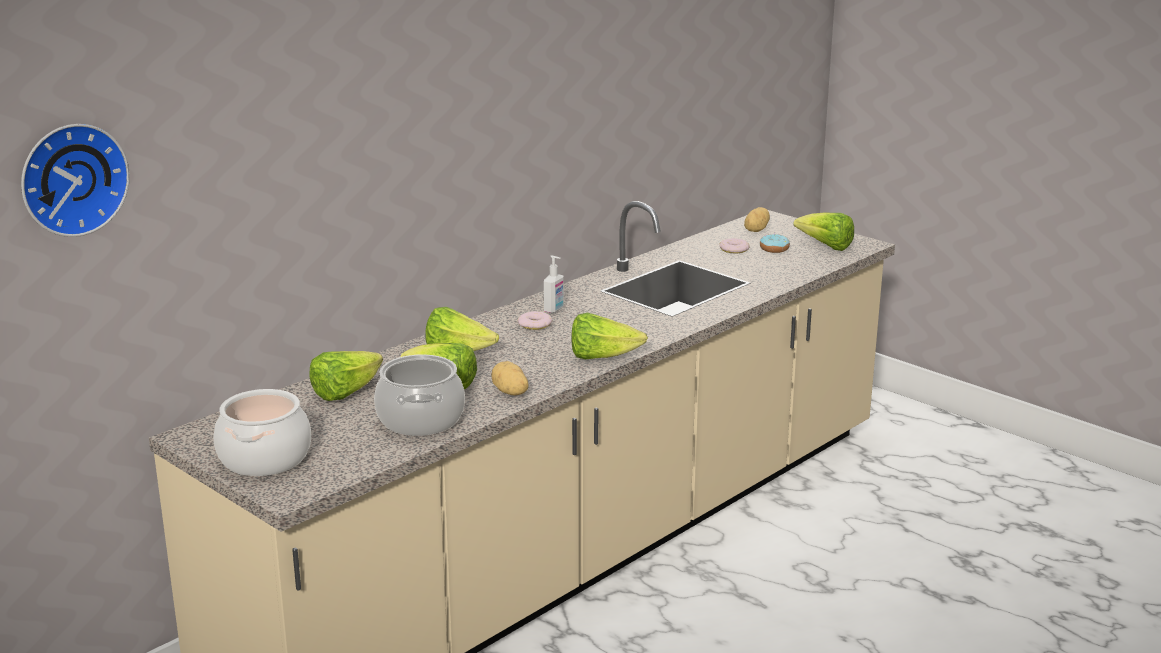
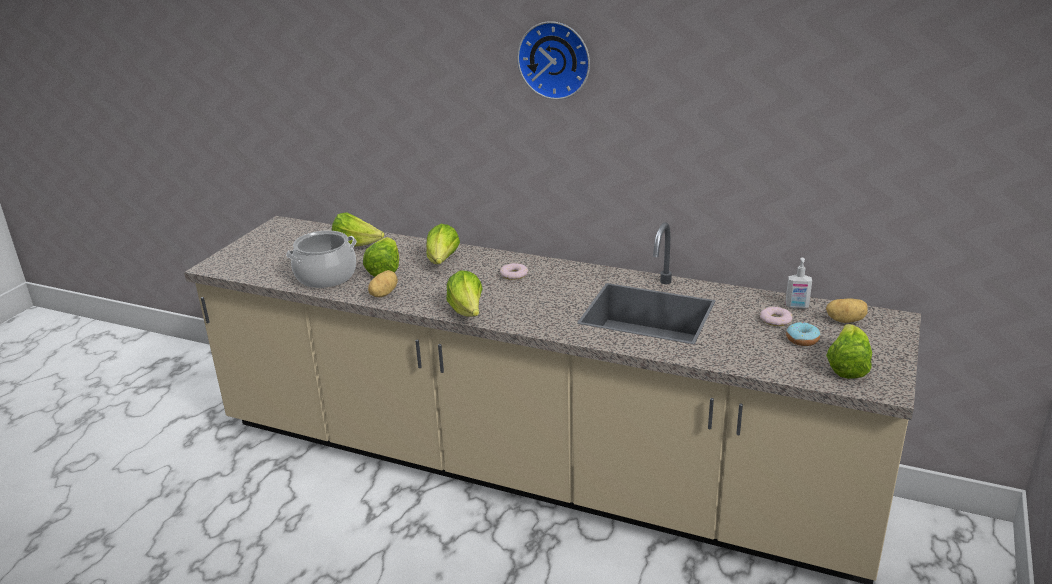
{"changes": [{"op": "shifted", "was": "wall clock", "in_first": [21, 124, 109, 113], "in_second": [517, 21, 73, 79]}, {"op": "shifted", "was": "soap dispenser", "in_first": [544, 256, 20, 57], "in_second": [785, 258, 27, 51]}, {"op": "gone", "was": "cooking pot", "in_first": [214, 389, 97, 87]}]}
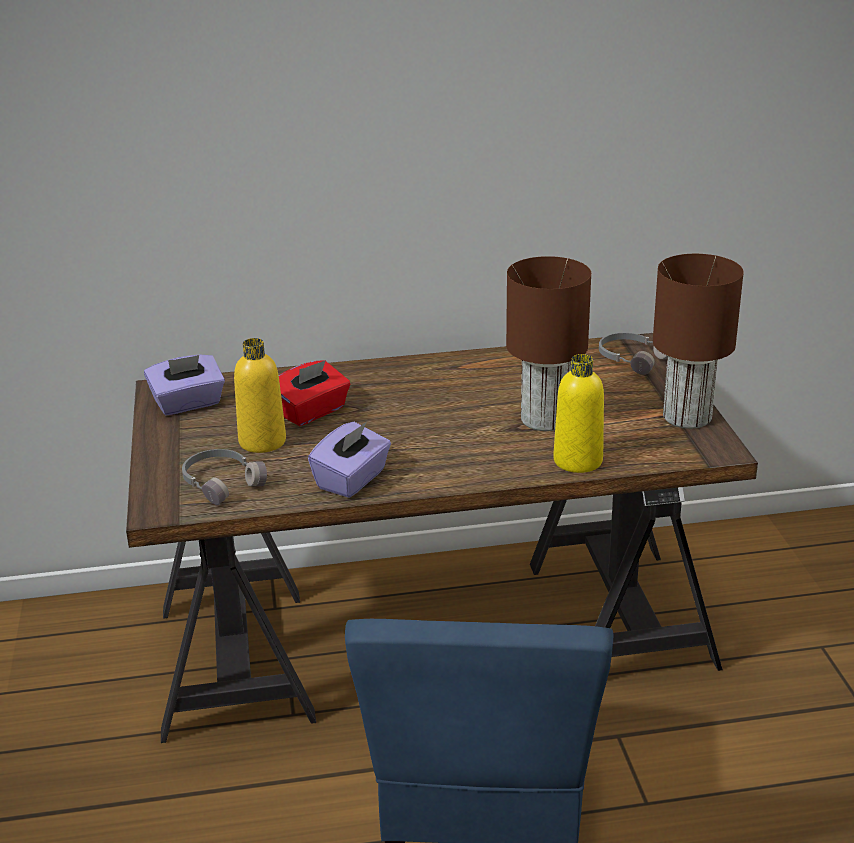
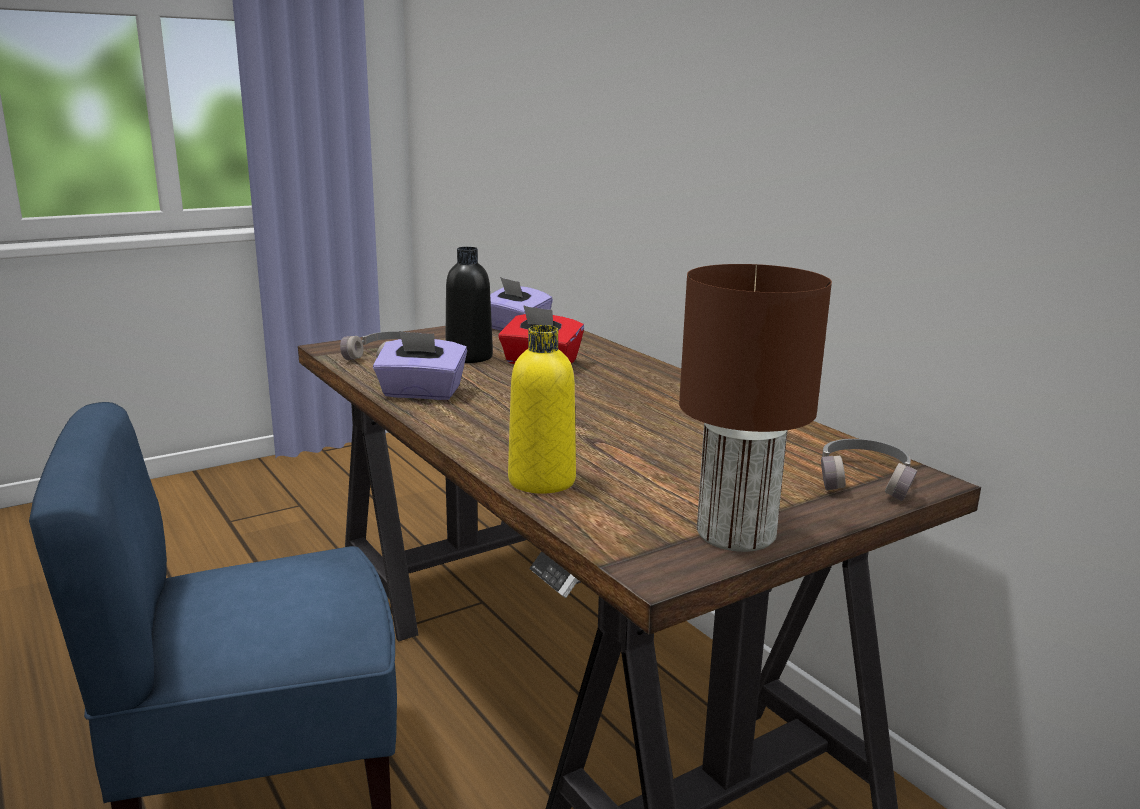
{"changes": [{"op": "gone", "was": "table lamp/brown", "in_first": [506, 256, 85, 175]}, {"op": "repainted", "was": "bottle/yellow", "now": "bottle/black", "in_first": [234, 338, 52, 115], "in_second": [445, 247, 48, 116]}]}
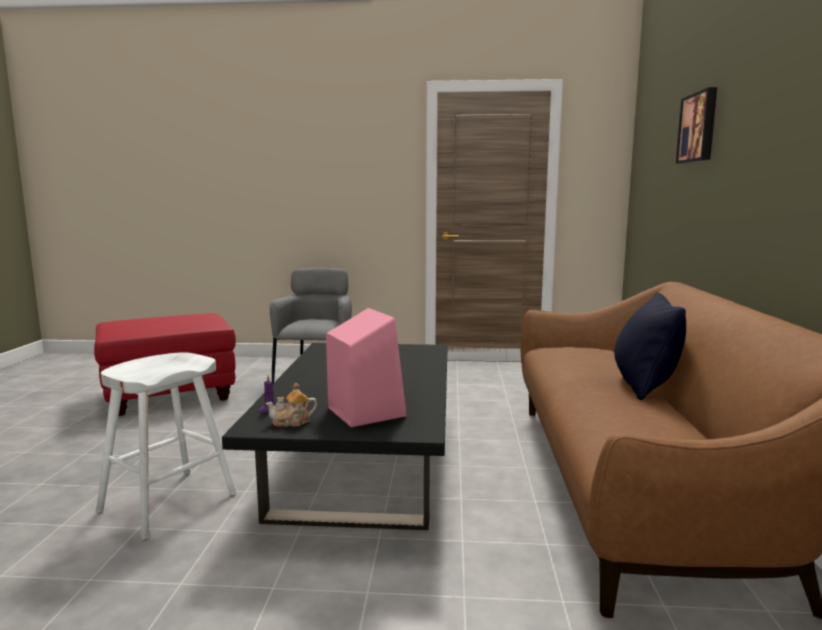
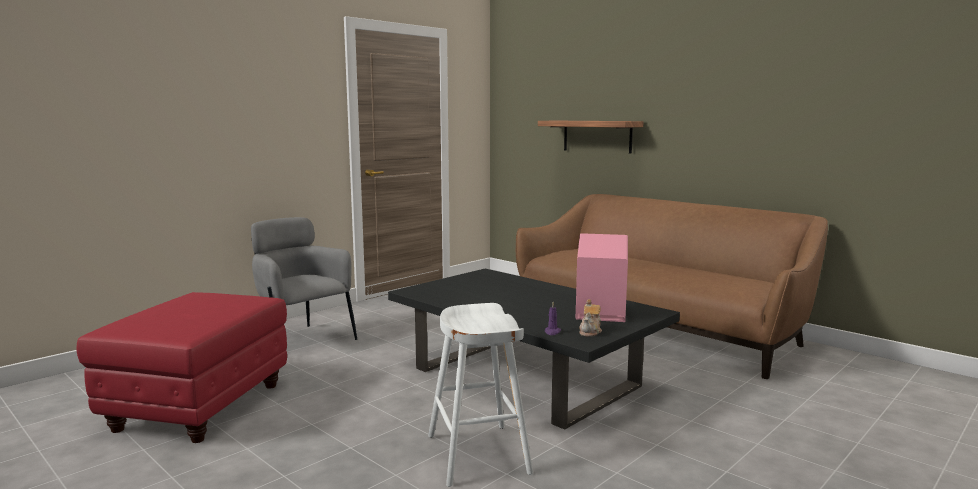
{"changes": [{"op": "gone", "was": "picture", "in_first": [676, 87, 41, 77]}, {"op": "gone", "was": "pillow/black", "in_first": [614, 292, 72, 108]}, {"op": "new", "now": "shelf", "in_second": [538, 121, 105, 32]}]}
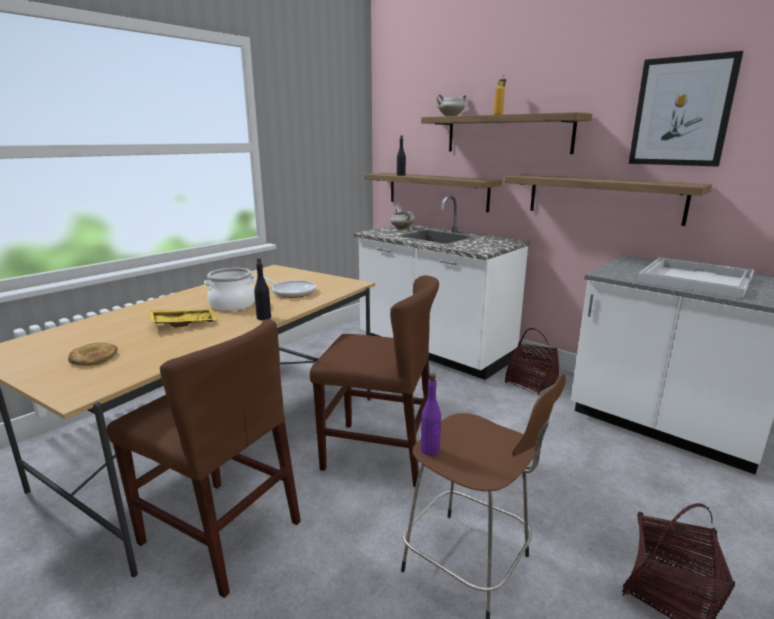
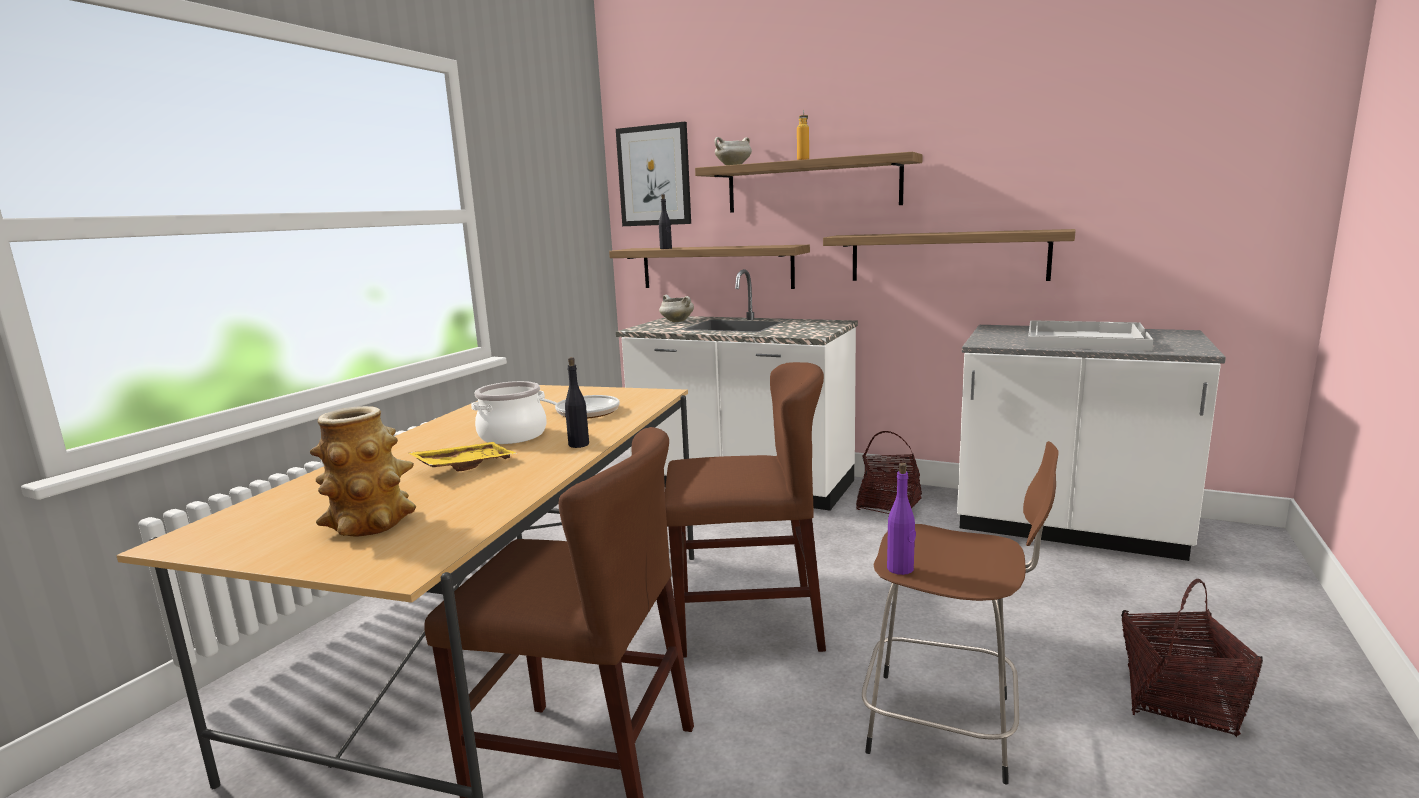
{"changes": [{"op": "shifted", "was": "picture", "in_first": [629, 51, 114, 116], "in_second": [616, 122, 75, 104]}, {"op": "swapped", "was": "bread", "now": "vase", "in_first": [68, 343, 50, 23], "in_second": [310, 406, 106, 130]}]}
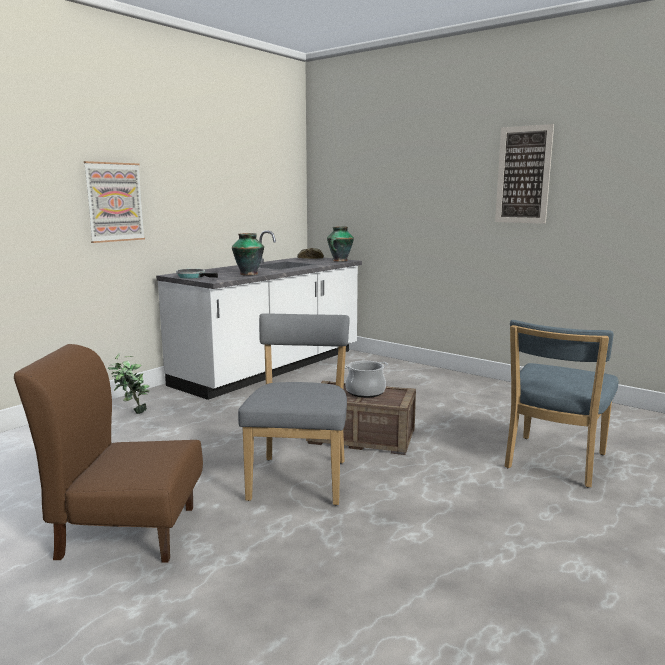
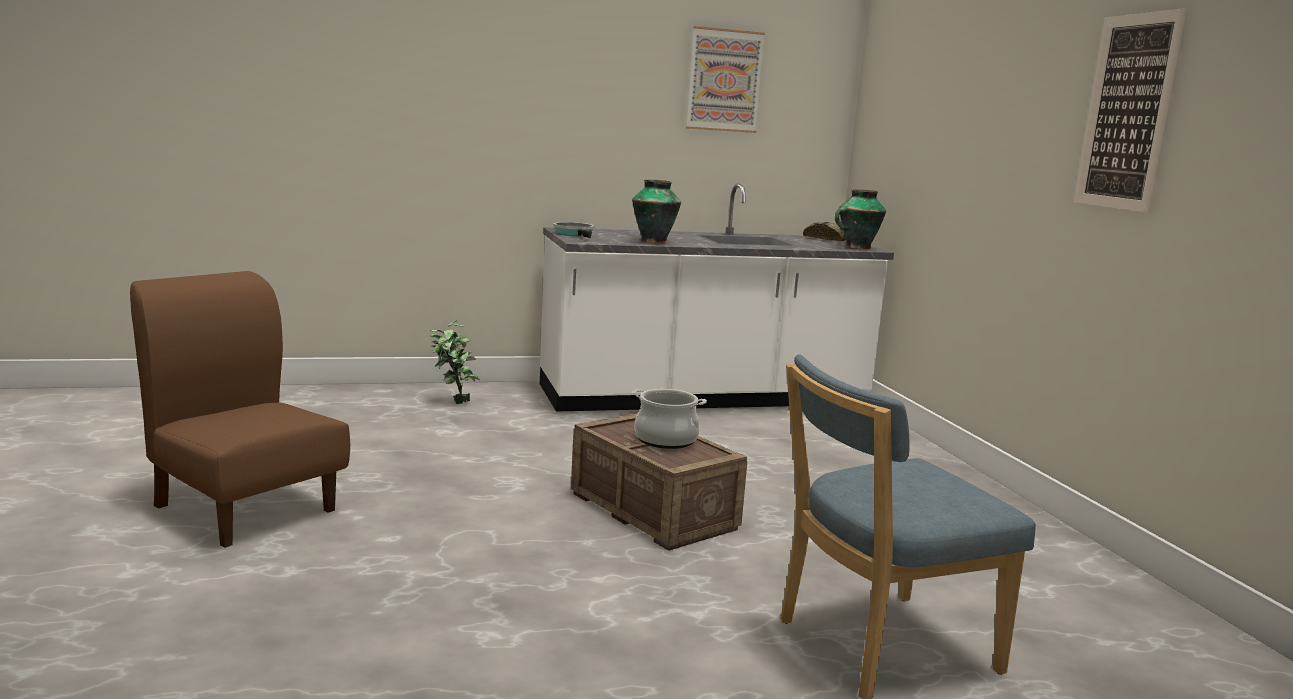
{"changes": [{"op": "shifted", "was": "picture", "in_first": [84, 161, 61, 82], "in_second": [686, 26, 79, 107]}, {"op": "gone", "was": "chair/grey", "in_first": [238, 313, 112, 192]}]}
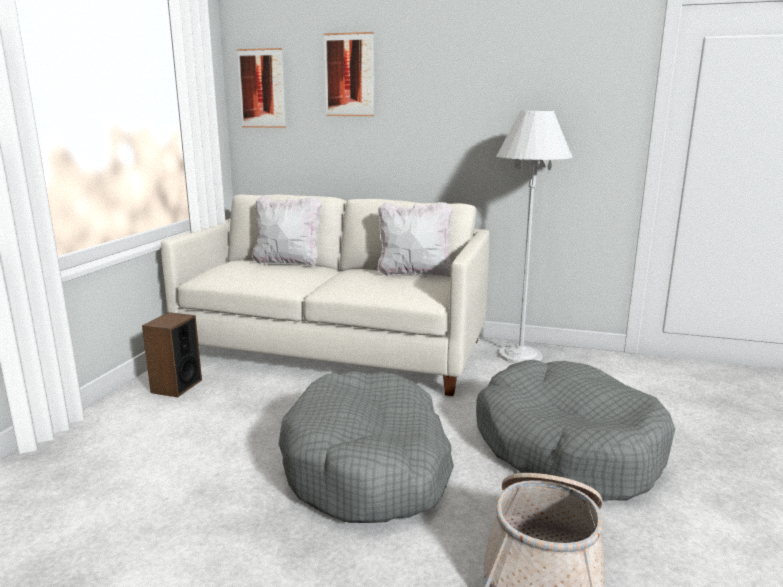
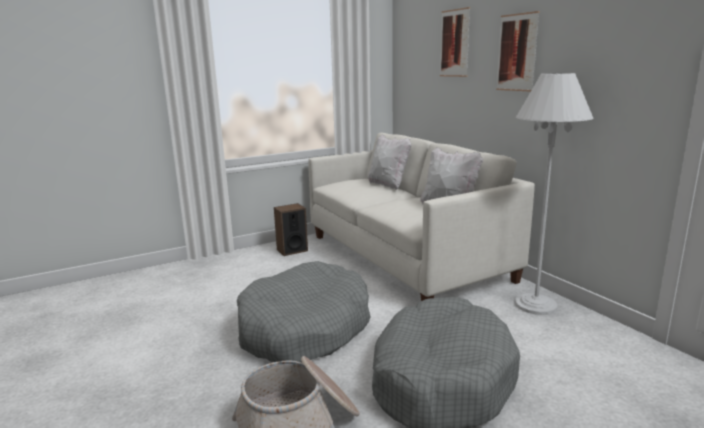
{"changes": [{"op": "shifted", "was": "picture", "in_first": [237, 48, 49, 80], "in_second": [496, 11, 44, 81]}]}
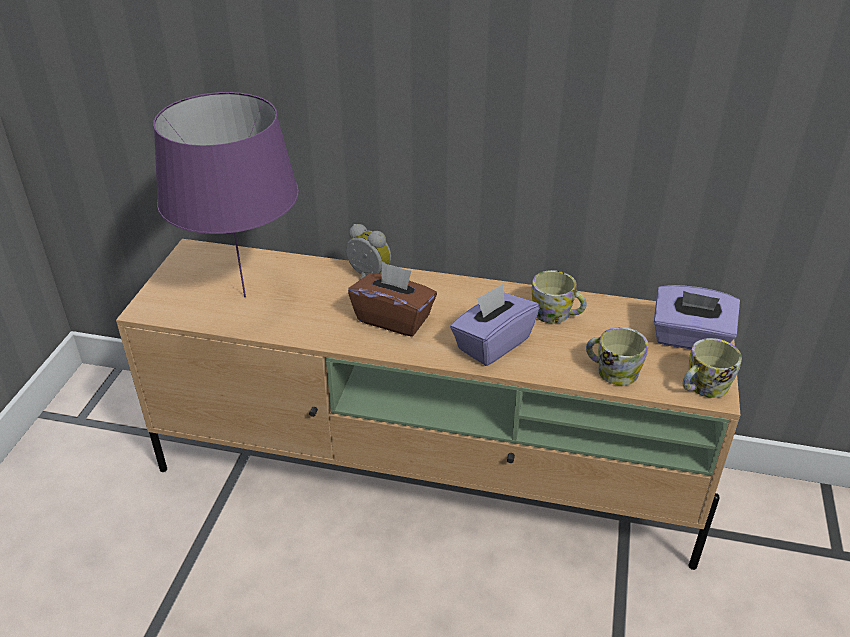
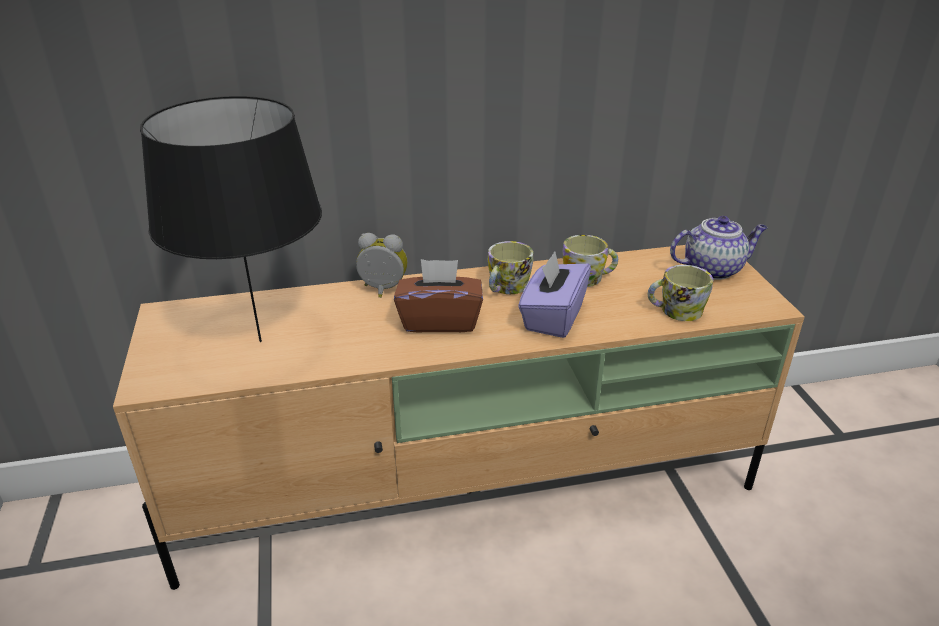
{"changes": [{"op": "repainted", "was": "table lamp/purple", "now": "table lamp/black", "in_first": [153, 92, 146, 205], "in_second": [140, 96, 182, 246]}, {"op": "swapped", "was": "tissue box/purple", "now": "teapot", "in_first": [654, 285, 86, 64], "in_second": [670, 216, 98, 64]}, {"op": "shifted", "was": "mug", "in_first": [683, 338, 59, 60], "in_second": [488, 241, 45, 53]}]}
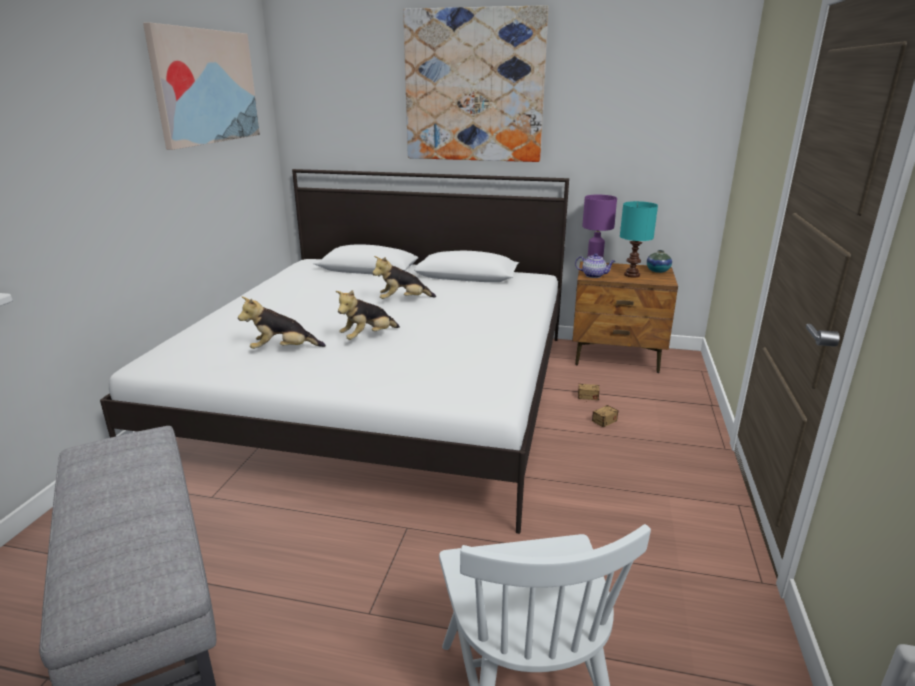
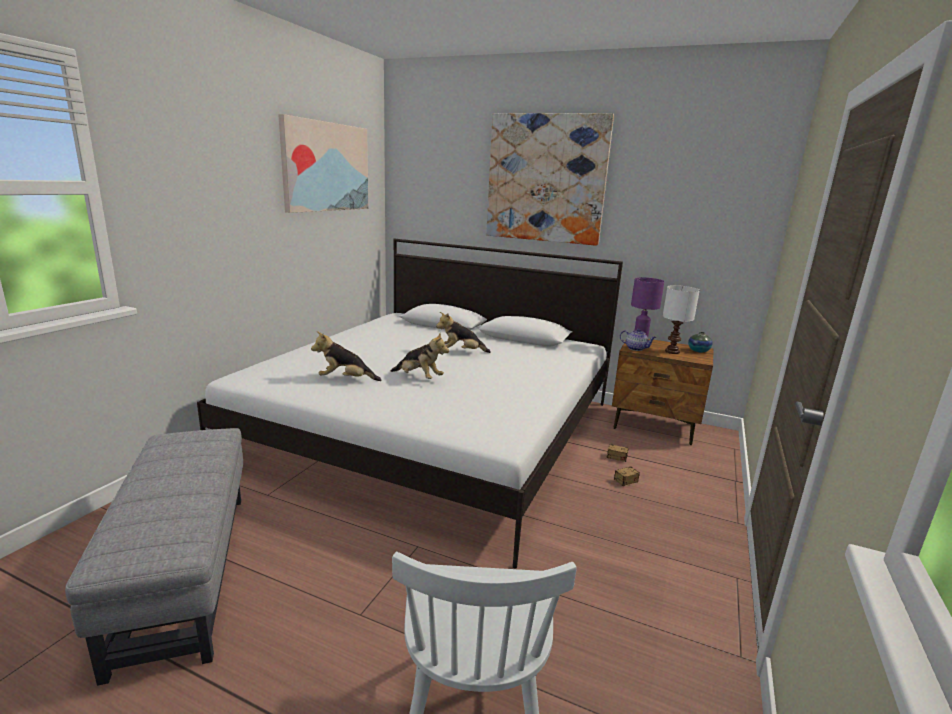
{"changes": [{"op": "repainted", "was": "table lamp/turquoise", "now": "table lamp/white", "in_first": [620, 201, 38, 77], "in_second": [663, 285, 37, 69]}, {"op": "rotated", "was": "plush toy", "in_first": [336, 290, 64, 50], "in_second": [391, 333, 58, 46], "clockwise": -120}]}
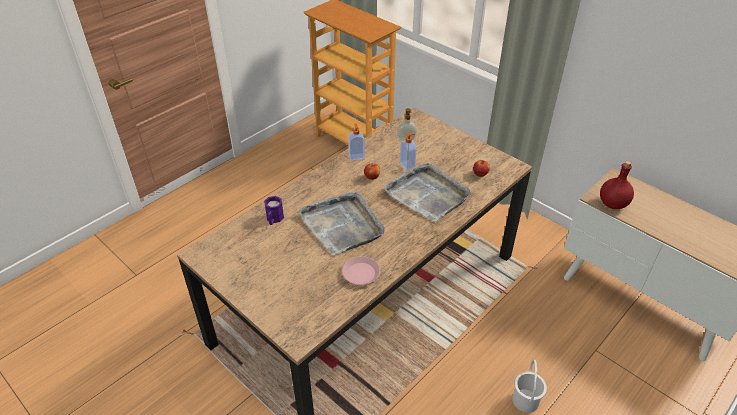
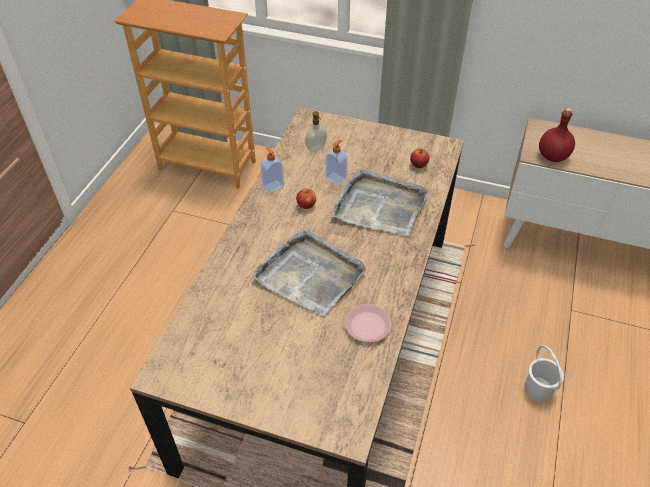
{"changes": [{"op": "gone", "was": "mug/purple", "in_first": [264, 196, 20, 29]}]}
